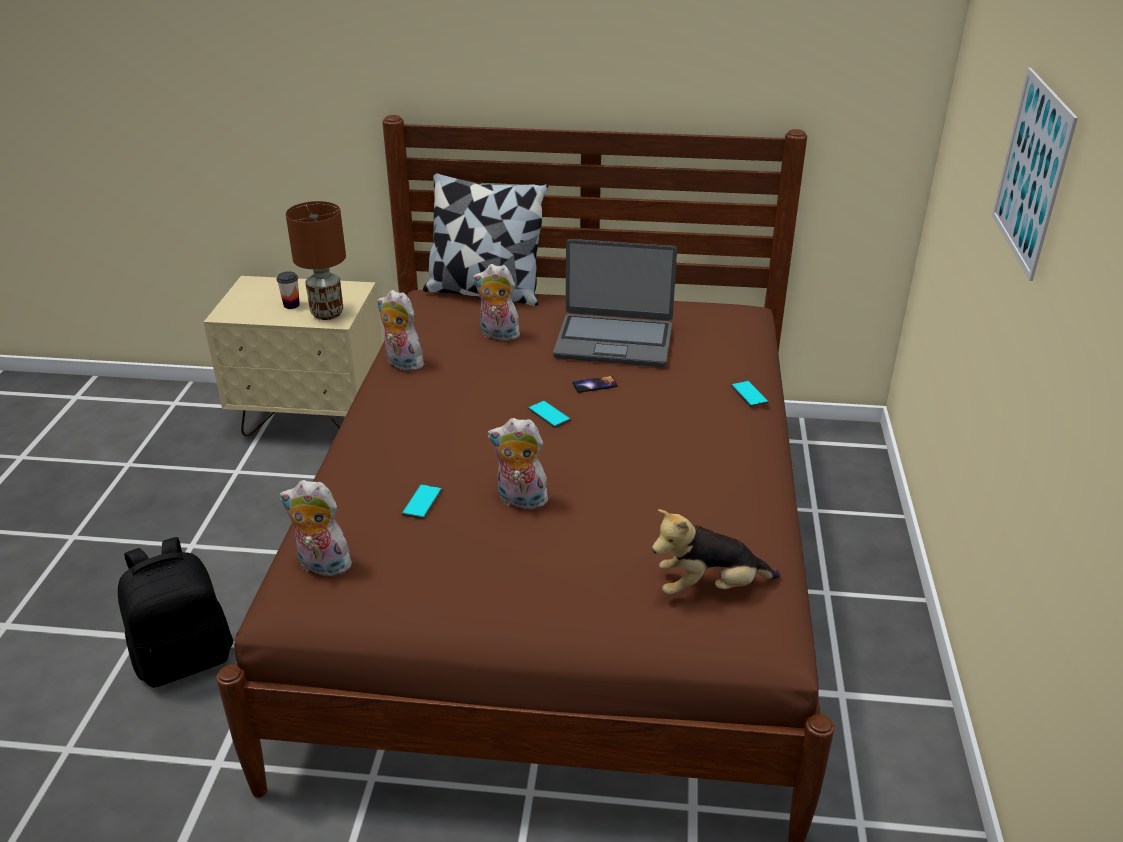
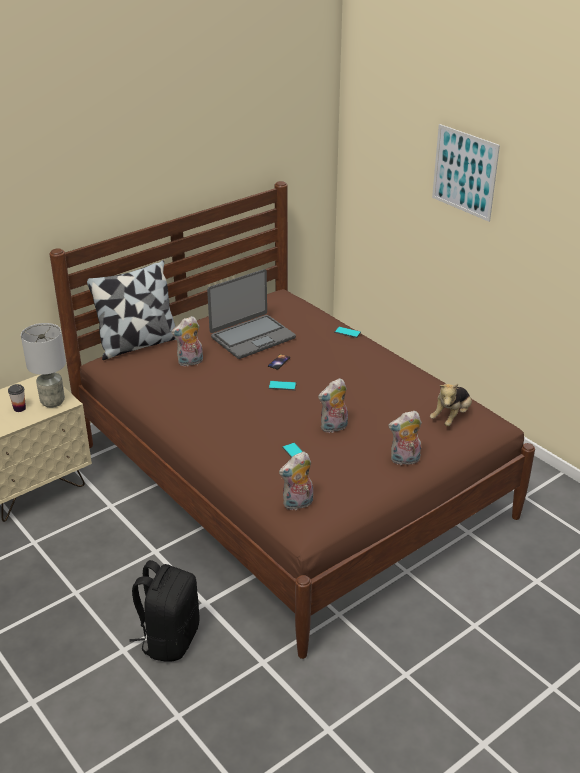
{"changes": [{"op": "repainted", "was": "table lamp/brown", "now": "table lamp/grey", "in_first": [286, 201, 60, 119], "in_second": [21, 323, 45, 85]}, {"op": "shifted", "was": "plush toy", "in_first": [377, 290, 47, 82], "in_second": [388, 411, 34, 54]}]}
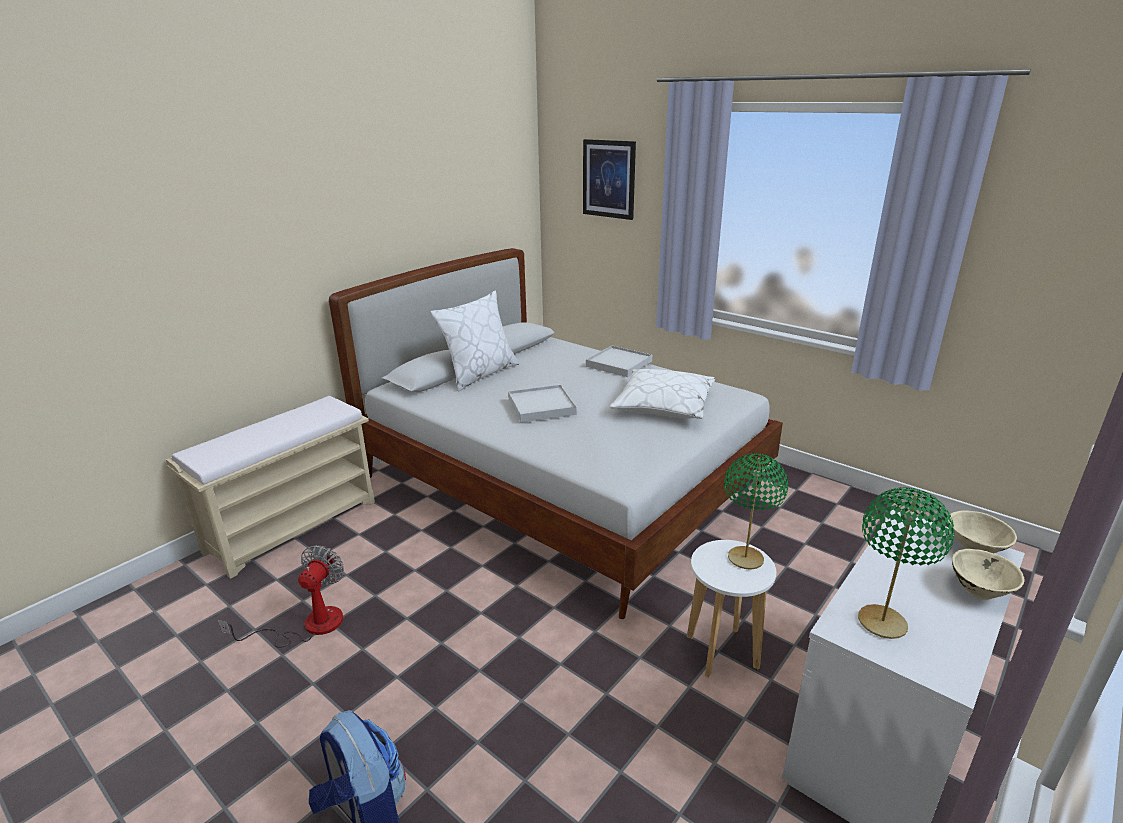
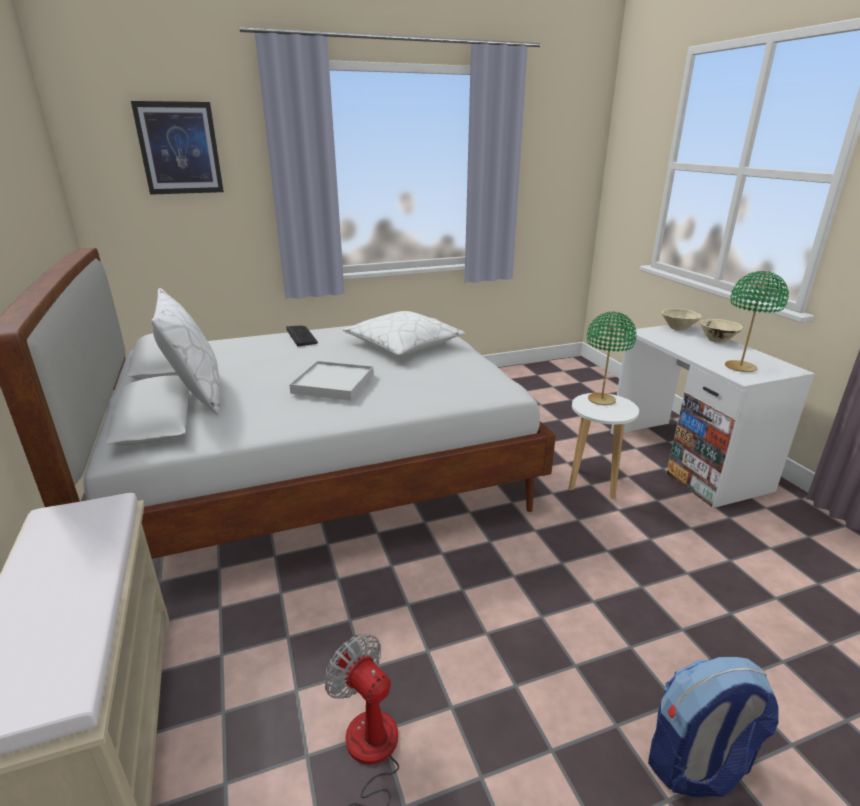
{"changes": [{"op": "swapped", "was": "tray/white", "now": "keyboard", "in_first": [586, 345, 66, 32], "in_second": [286, 325, 32, 21]}]}
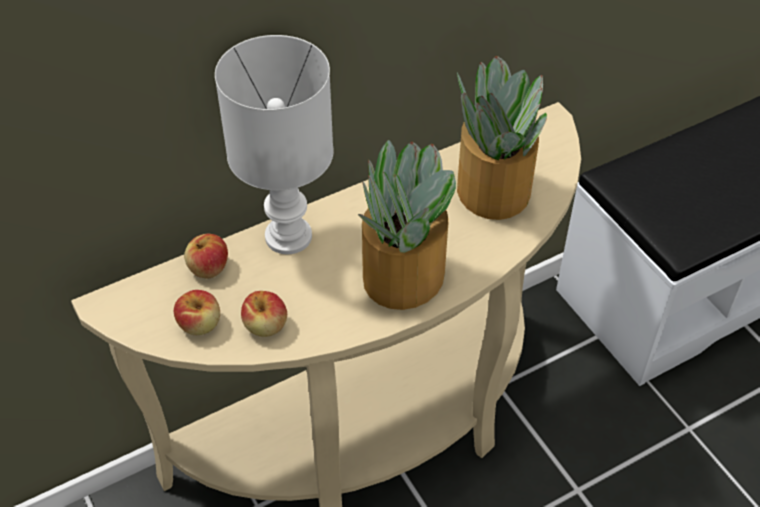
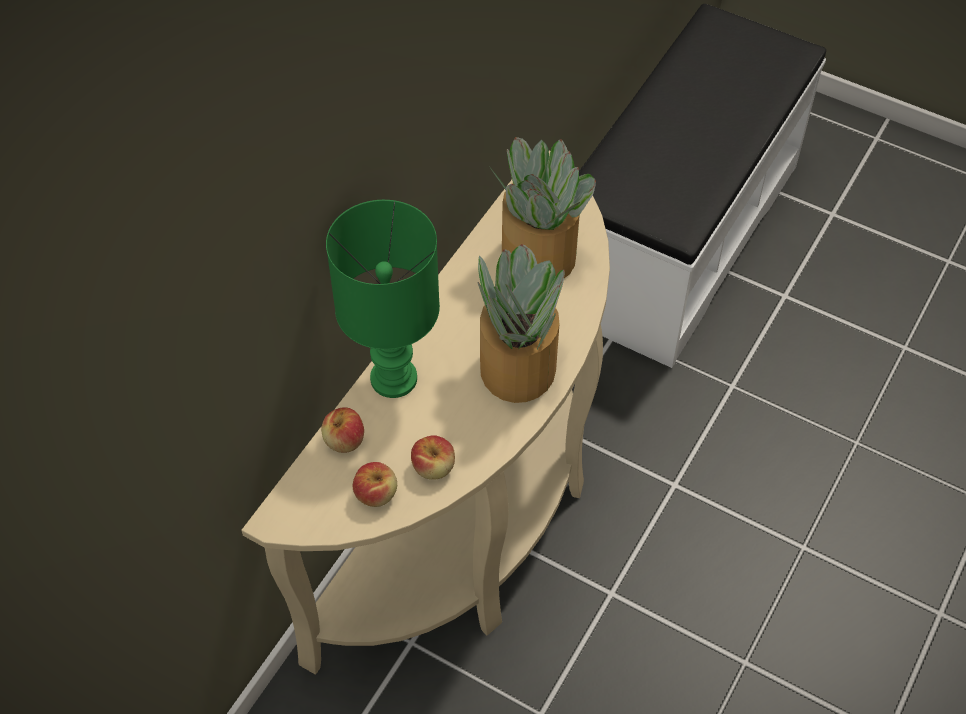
{"changes": [{"op": "repainted", "was": "table lamp/white", "now": "table lamp/green", "in_first": [215, 35, 119, 219], "in_second": [326, 200, 114, 198]}]}
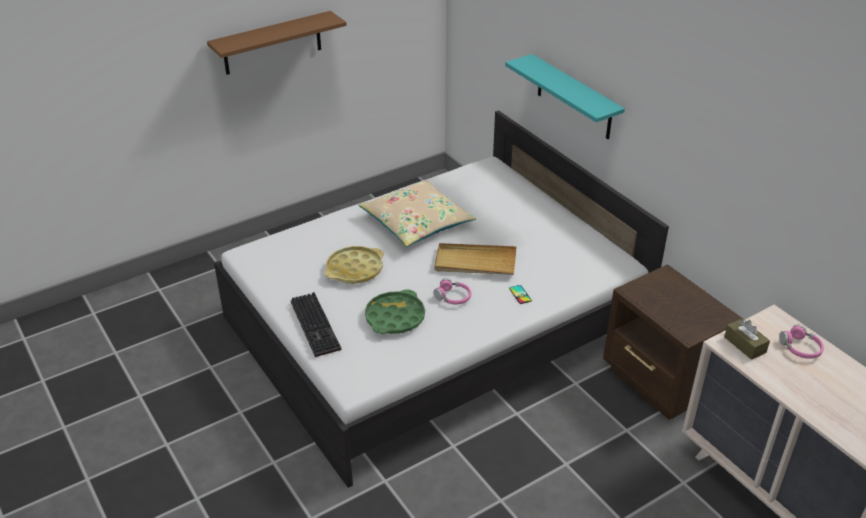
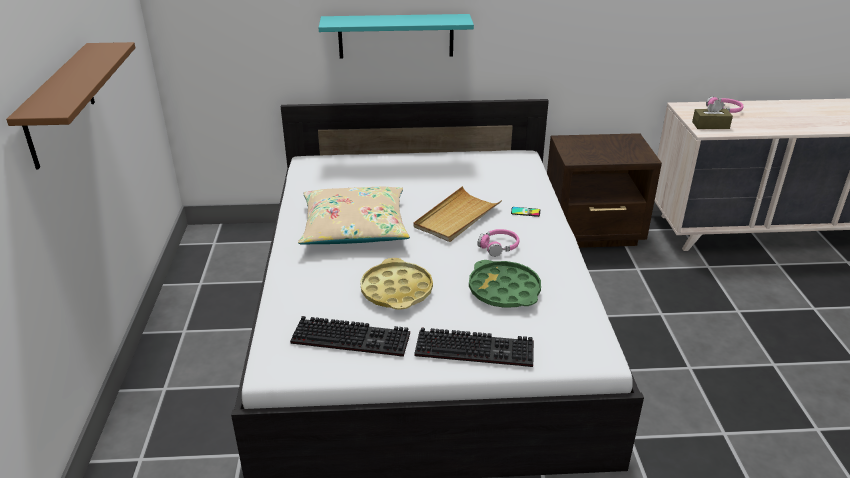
{"changes": [{"op": "new", "now": "keyboard", "in_second": [290, 316, 120, 41]}]}
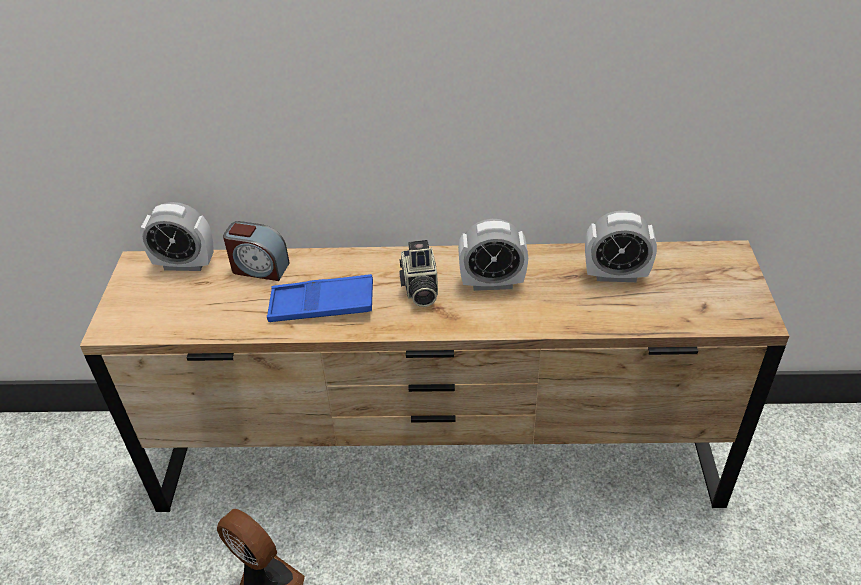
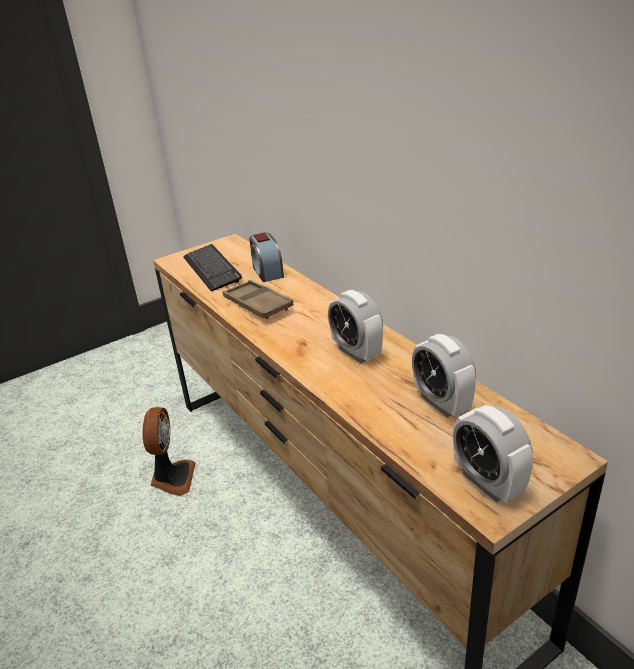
{"changes": [{"op": "shifted", "was": "alarm clock", "in_first": [140, 202, 74, 69], "in_second": [453, 405, 80, 98]}, {"op": "gone", "was": "photo camera", "in_first": [399, 240, 39, 67]}, {"op": "repainted", "was": "tray/blue", "now": "tray/brown", "in_first": [267, 274, 106, 48], "in_second": [223, 280, 71, 39]}, {"op": "new", "now": "keyboard", "in_second": [183, 244, 59, 48]}]}
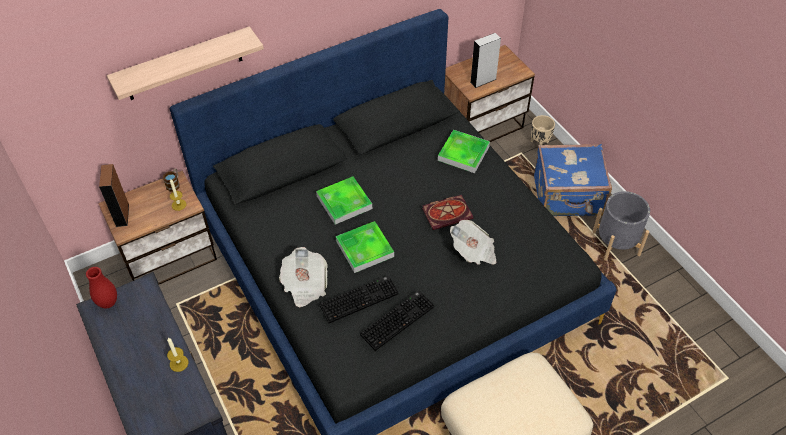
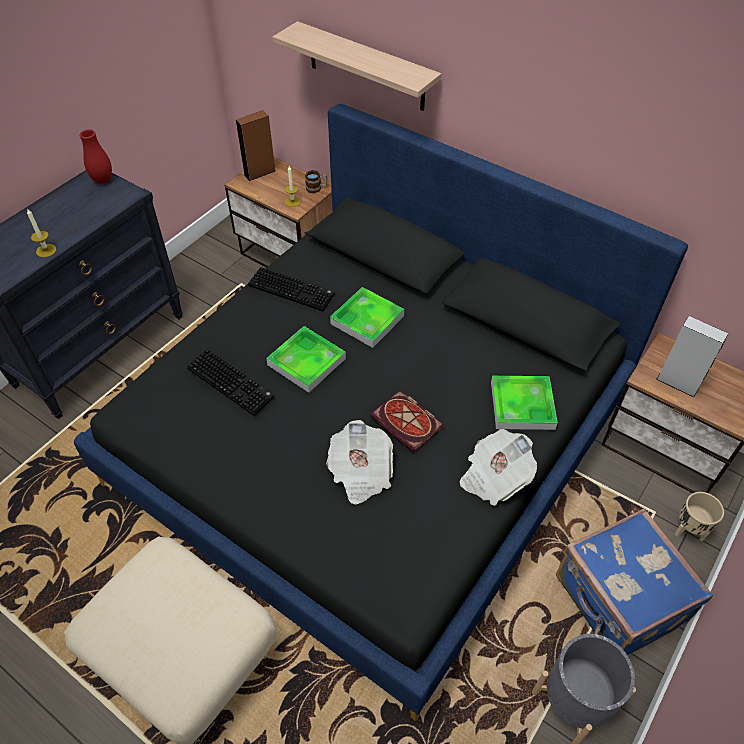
{"changes": [{"op": "shifted", "was": "newspaper", "in_first": [279, 247, 49, 60], "in_second": [460, 429, 77, 77]}, {"op": "shifted", "was": "keyboard", "in_first": [360, 291, 74, 60], "in_second": [248, 267, 87, 44]}]}
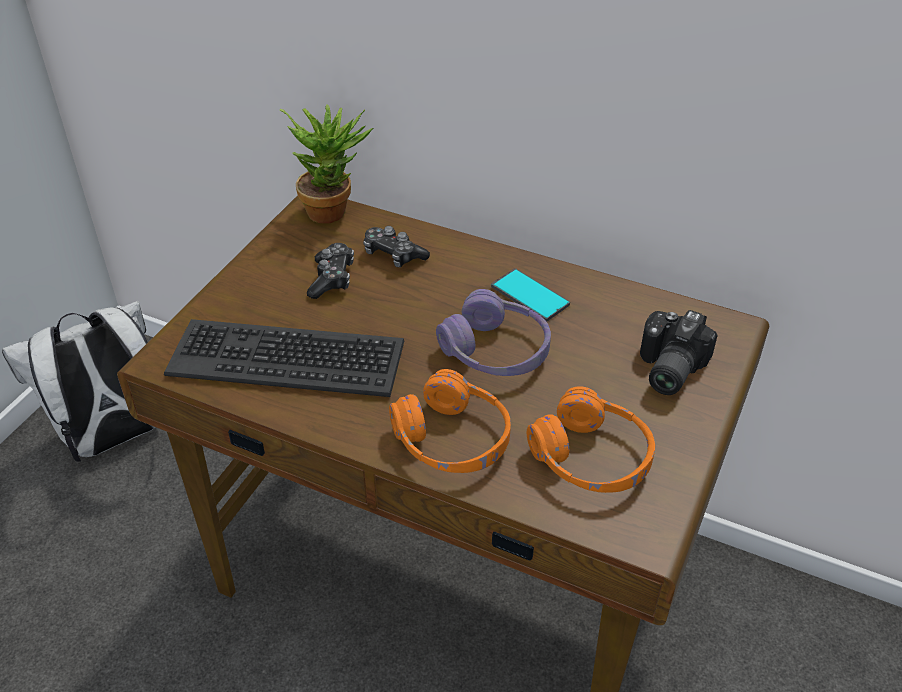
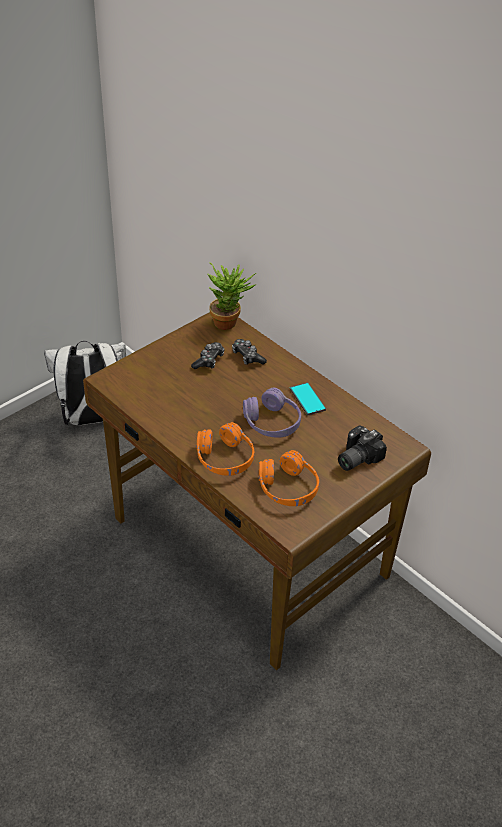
{"changes": [{"op": "gone", "was": "keyboard", "in_first": [164, 319, 240, 78]}]}
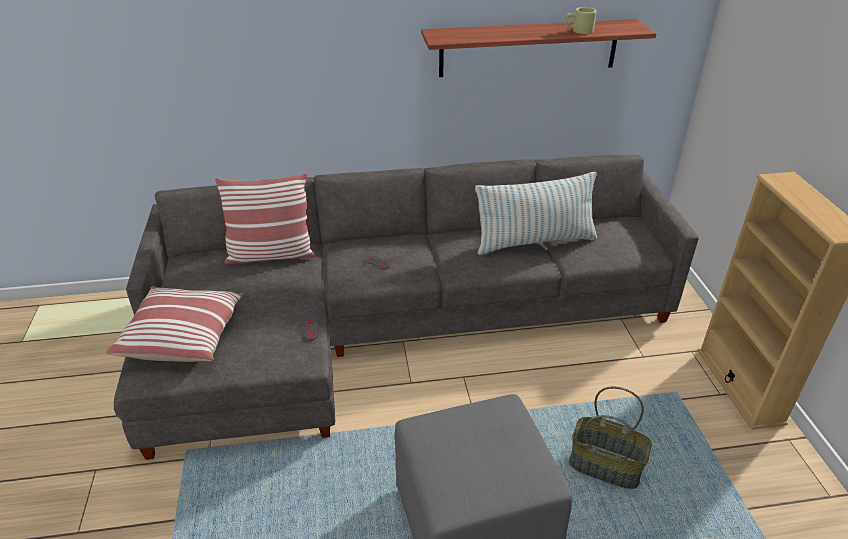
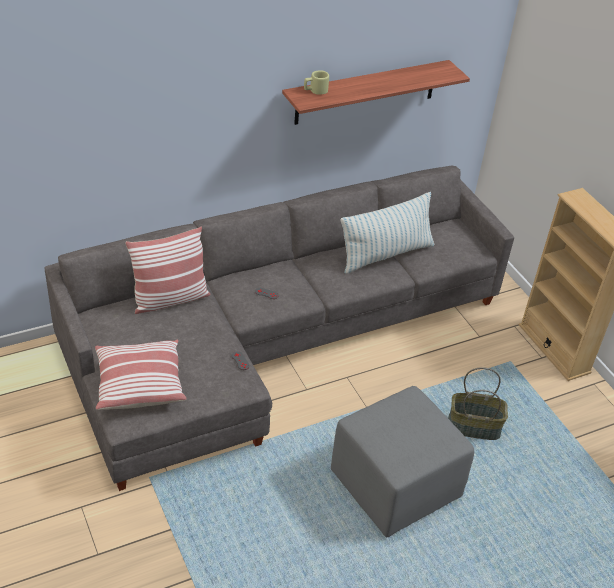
{"changes": [{"op": "shifted", "was": "mug/beige", "in_first": [565, 7, 32, 27], "in_second": [304, 70, 25, 25]}]}
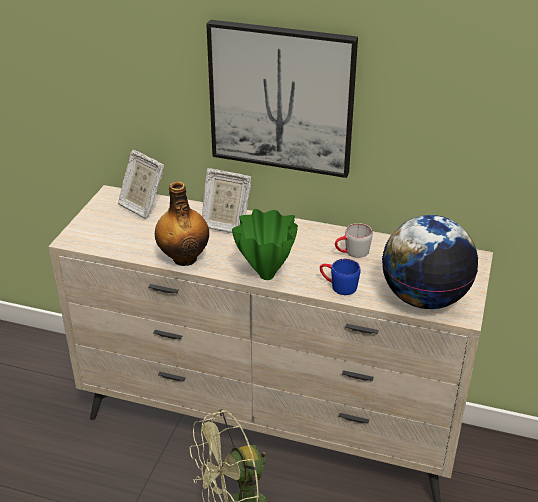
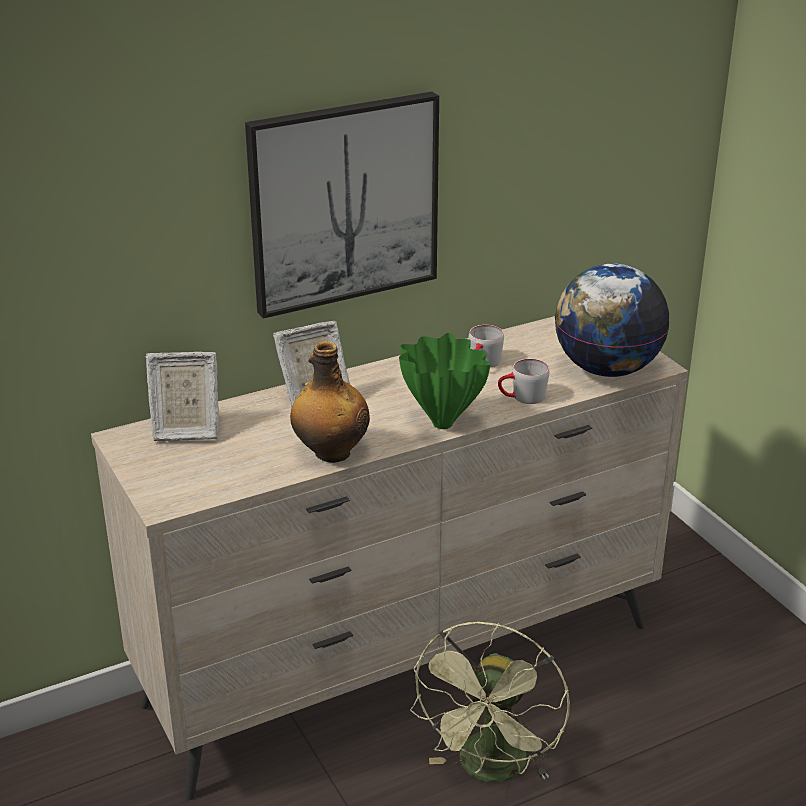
{"changes": [{"op": "repainted", "was": "mug/blue", "now": "mug/grey", "in_first": [320, 259, 41, 36], "in_second": [498, 359, 52, 45]}]}
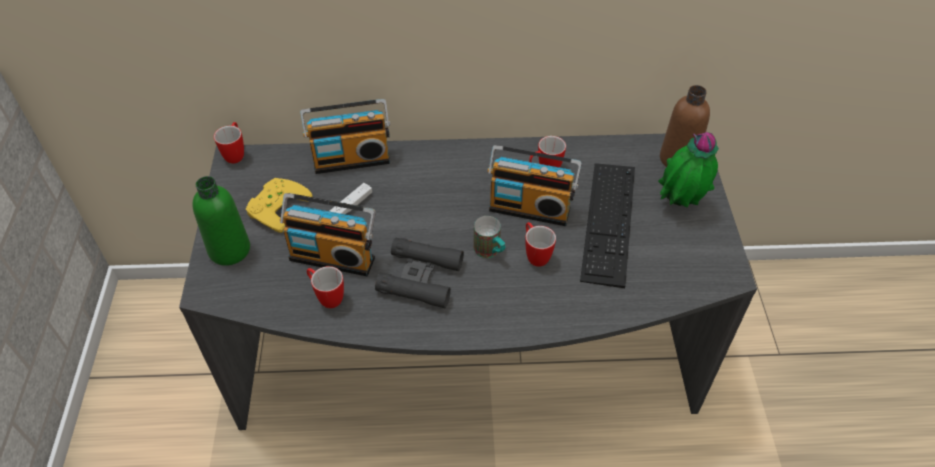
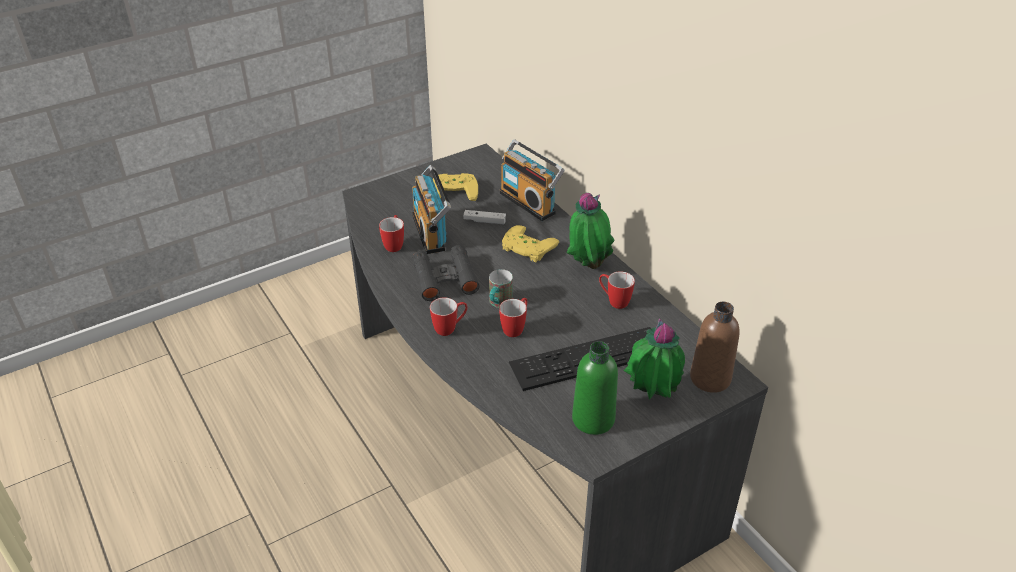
{"changes": [{"op": "shifted", "was": "mug", "in_first": [214, 122, 30, 42], "in_second": [430, 297, 38, 39]}, {"op": "gone", "was": "radio", "in_first": [488, 145, 94, 81]}, {"op": "shifted", "was": "bottle/green", "in_first": [192, 176, 58, 90], "in_second": [572, 341, 46, 94]}, {"op": "new", "now": "potted plant", "in_second": [567, 193, 48, 76]}, {"op": "new", "now": "game controller/yellow", "in_second": [502, 225, 57, 37]}]}
